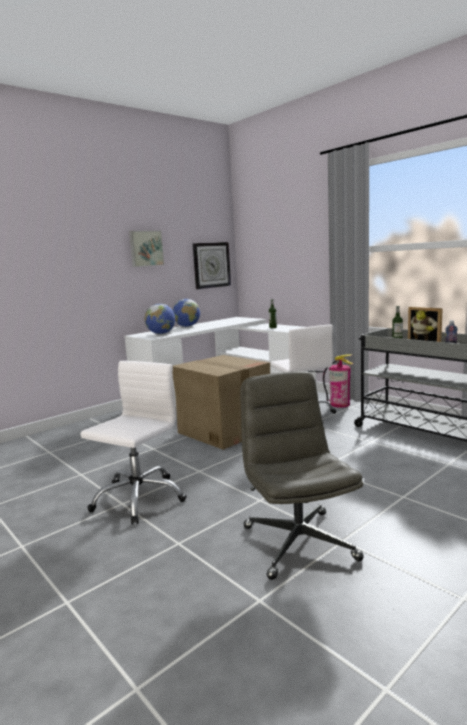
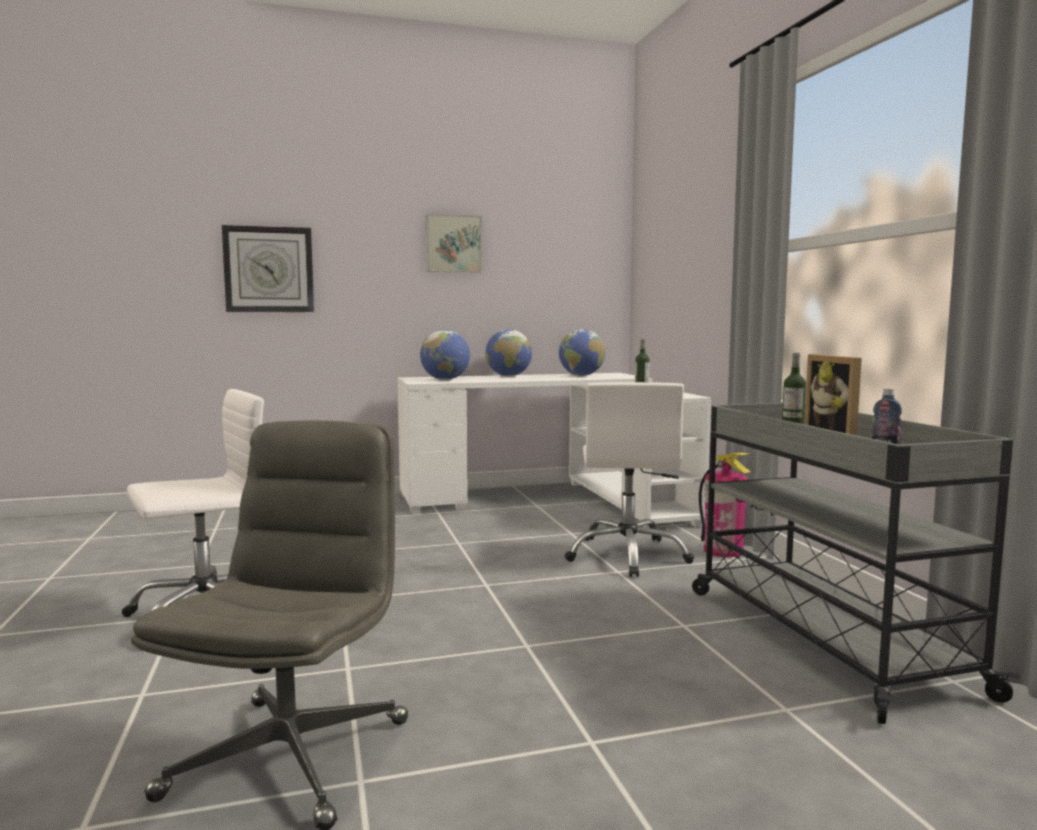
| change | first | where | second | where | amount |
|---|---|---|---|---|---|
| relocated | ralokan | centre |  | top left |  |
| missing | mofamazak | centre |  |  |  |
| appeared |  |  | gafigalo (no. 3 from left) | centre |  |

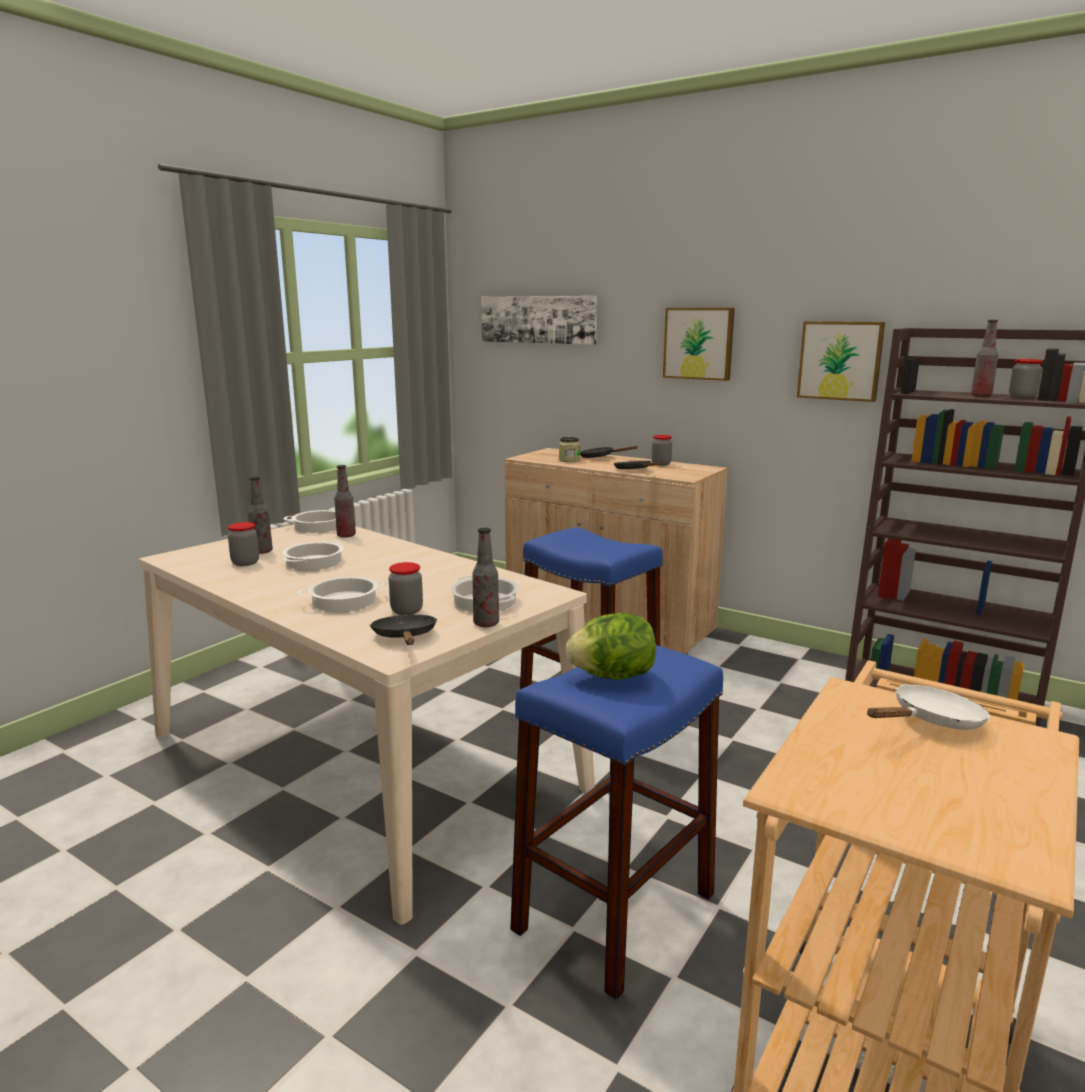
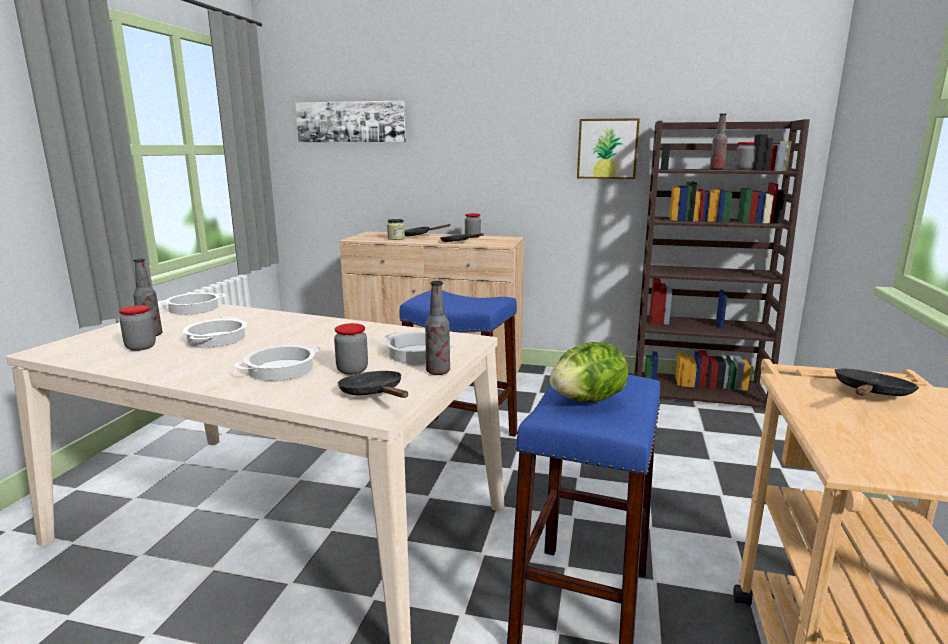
| change | first | where | second | where | amount |
|---|---|---|---|---|---|
| missing | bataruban (no. 2 from left) | top centre |  |  |  |
| missing | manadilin (no. 2 from left) | middle left |  |  |  |
| colour | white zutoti | middle right | black zutoti (no. 4 from left) | middle right |  |

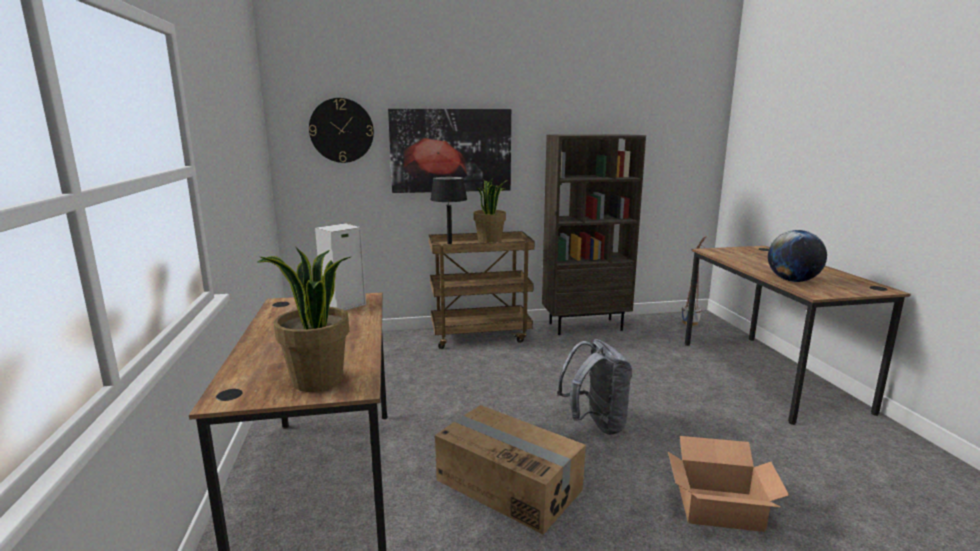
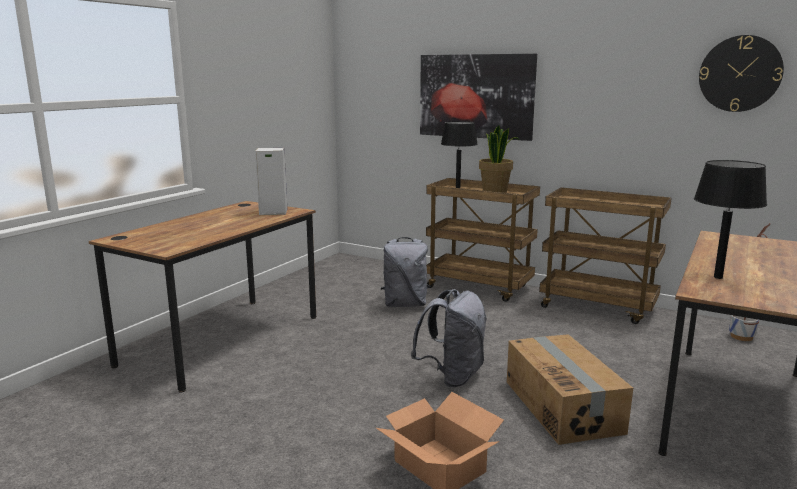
| change | first | where | second | where | amount |
|---|---|---|---|---|---|
| relocated | ralokan | top centre |  | top right |  |
| exchanged | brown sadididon | centre | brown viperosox (no. 2 from left) | middle right |  |
| exchanged | gafigalo | middle right | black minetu (no. 2 from left) | middle right |  |
| missing | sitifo (no. 1 from left) | middle left |  |  |  |
| relocated | mofamazak (no. 1 from left in the first image) | bottom centre | mofamazak (no. 2 from left) | bottom right |  |
| appeared |  |  | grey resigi (no. 1 from left) | centre |  |

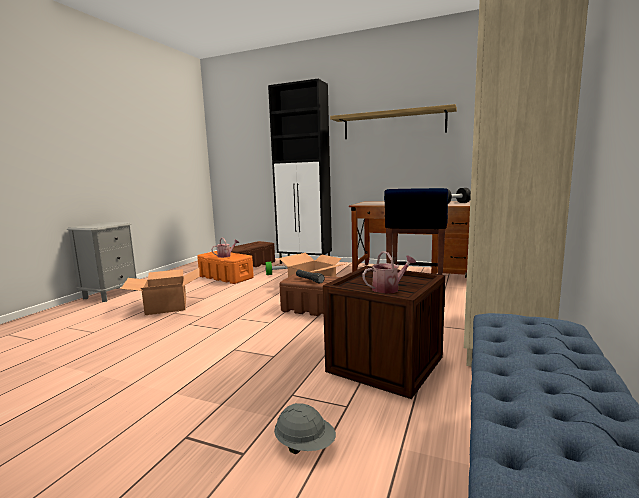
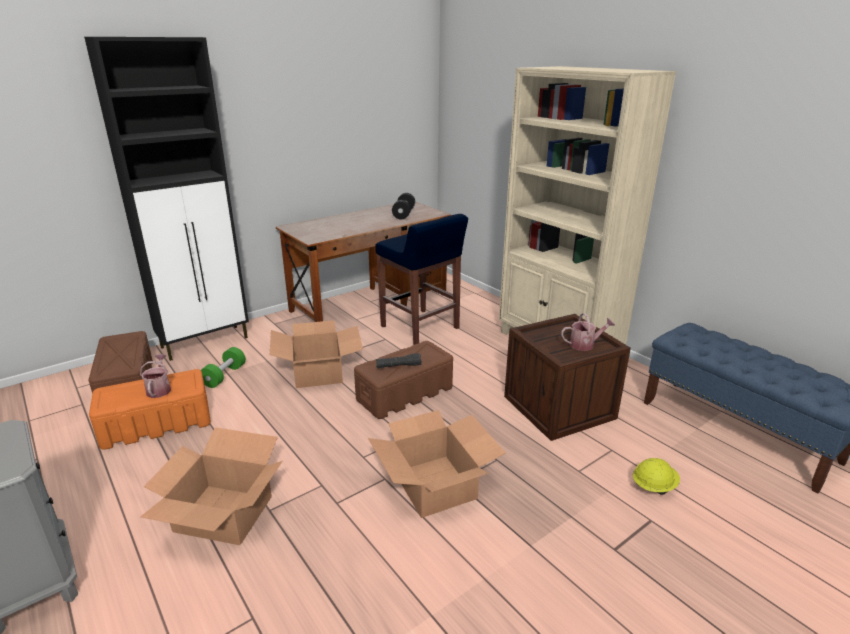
| change | first | where | second | where | amount |
|---|---|---|---|---|---|
| missing | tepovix | top centre |  |  |  |
| spun | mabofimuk (no. 2 from left) | centre |  | middle right | 75 degrees clockwise |
| colour | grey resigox | bottom centre | yellow resigox | bottom right |  |
| appeared |  |  | mofamazak (no. 3 from left) | bottom centre |  |

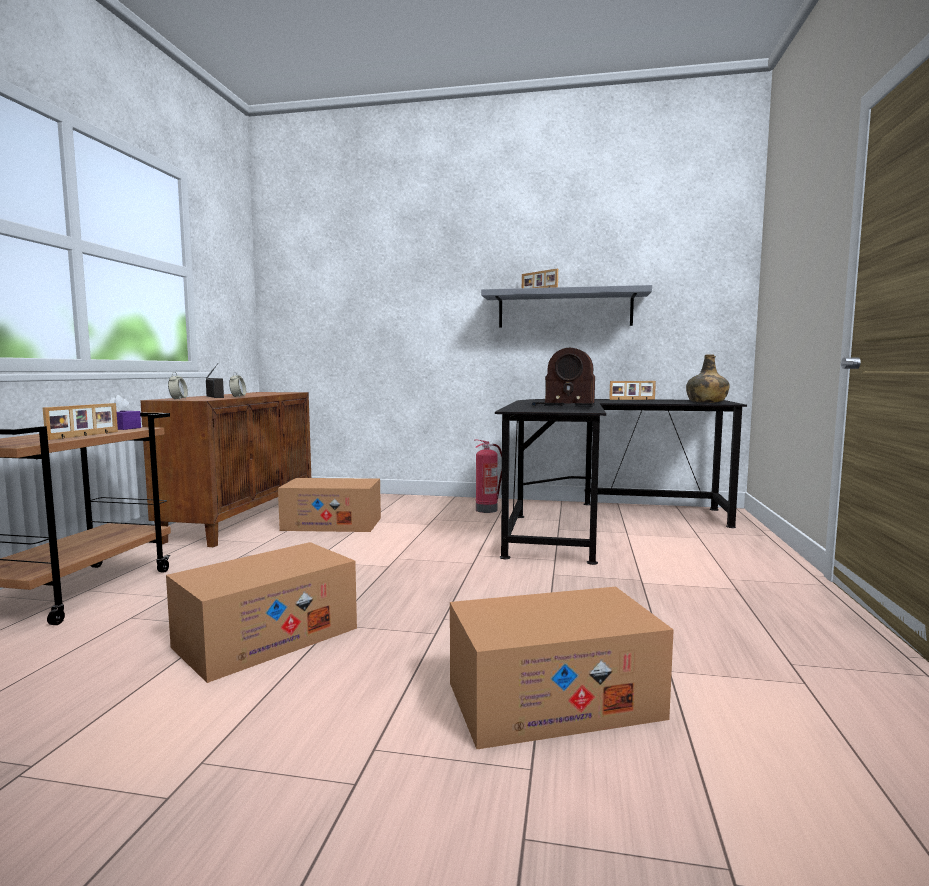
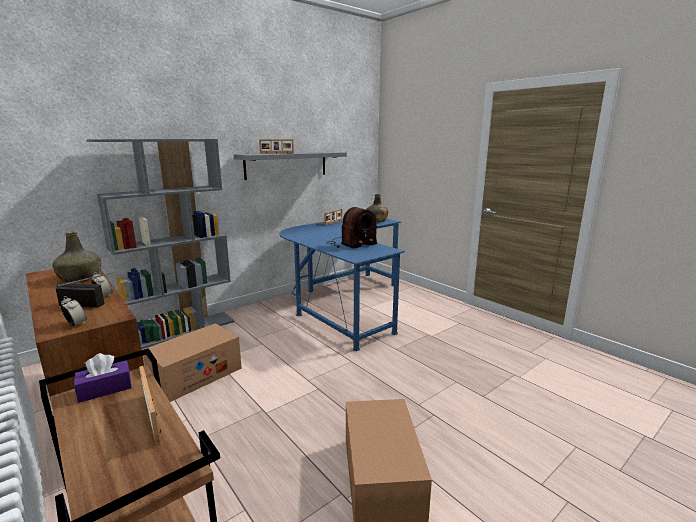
| change | first | where | second | where | amount |
|---|---|---|---|---|---|
| colour | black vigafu | middle right | blue vigafu | centre |  |
| missing | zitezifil | centre |  |  |  |
| missing | mofamazak (no. 3 from left) | bottom centre |  |  |  |
| appeared |  |  | grey sadididon | middle left |  |
| appeared |  |  | green manadilin (no. 1 from left) | middle left |  |

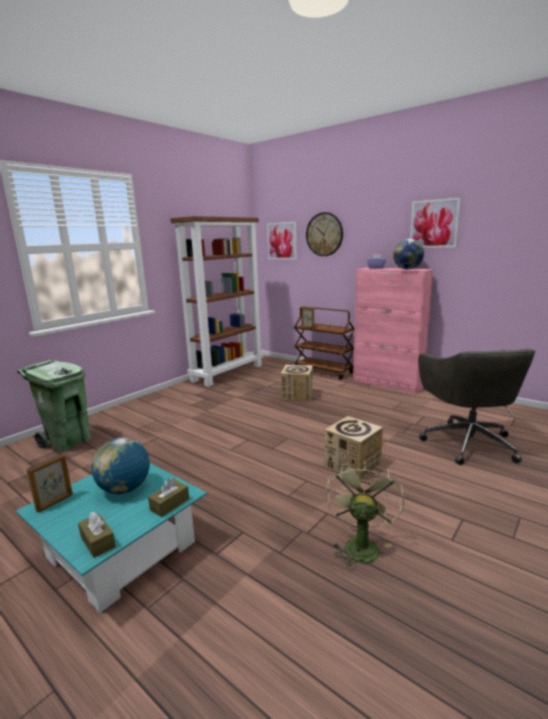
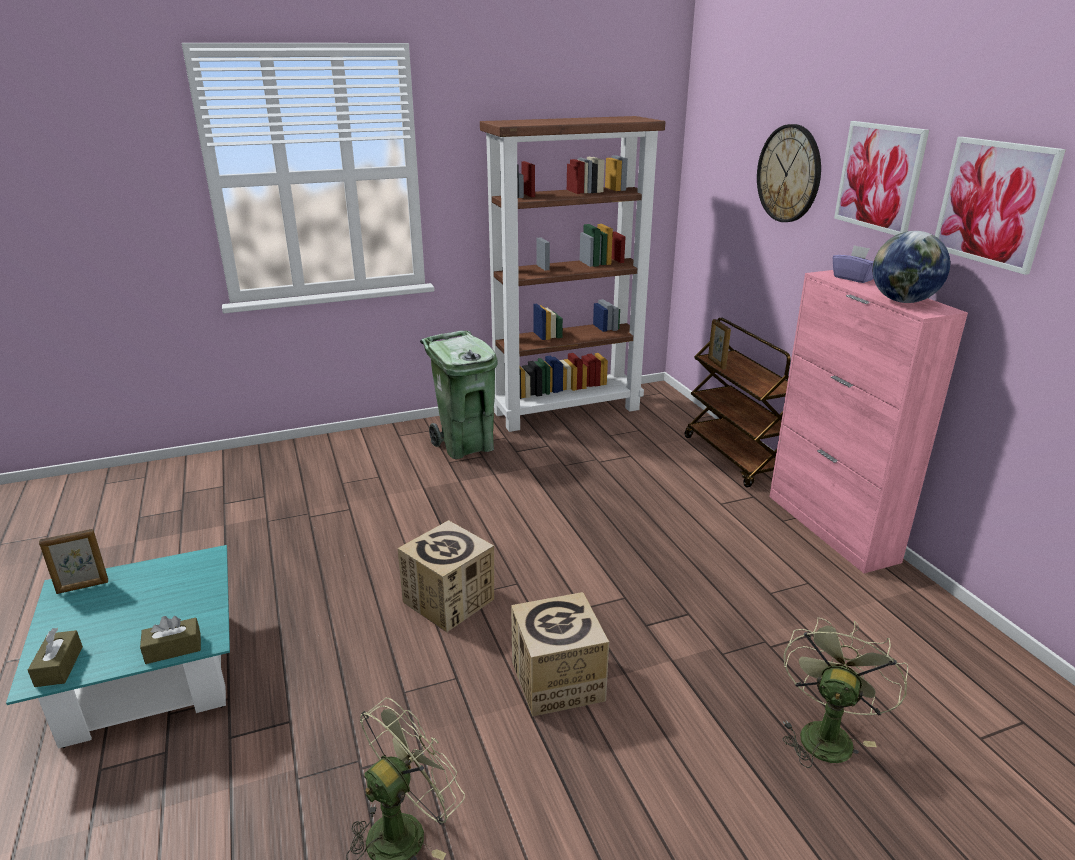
| change | first | where | second | where | amount |
|---|---|---|---|---|---|
| relocated | bataruban (no. 1 from left) | centre |  | top right |  |
| exchanged | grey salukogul | middle right | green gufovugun (no. 2 from left) | bottom right |  |
| relocated | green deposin | middle left |  | centre |  |
| relocated | mofamazak (no. 1 from left) | centre |  | bottom centre |  |
| missing | gafigalo (no. 1 from left) | middle left |  |  |  |

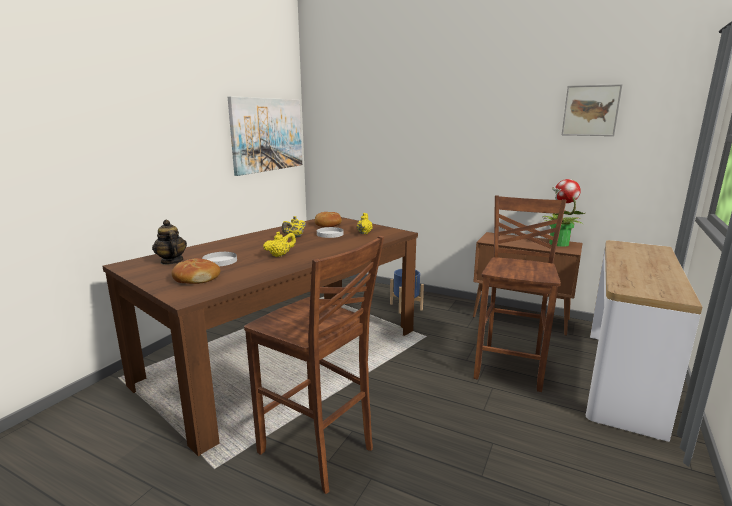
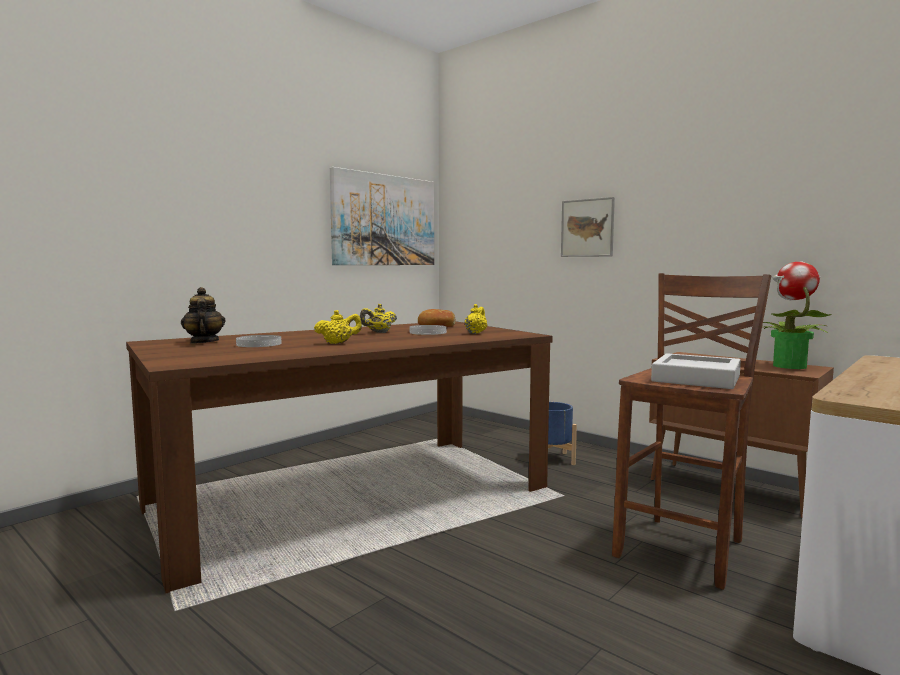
| change | first | where | second | where | amount |
|---|---|---|---|---|---|
| relocated | bataruban (no. 2 from left) | top right |  | centre |  |
| missing | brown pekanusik (no. 1 from left) | bottom centre |  |  |  |
| missing | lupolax (no. 1 from left) | middle left |  |  |  |
| appeared |  |  | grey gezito | middle right |  |

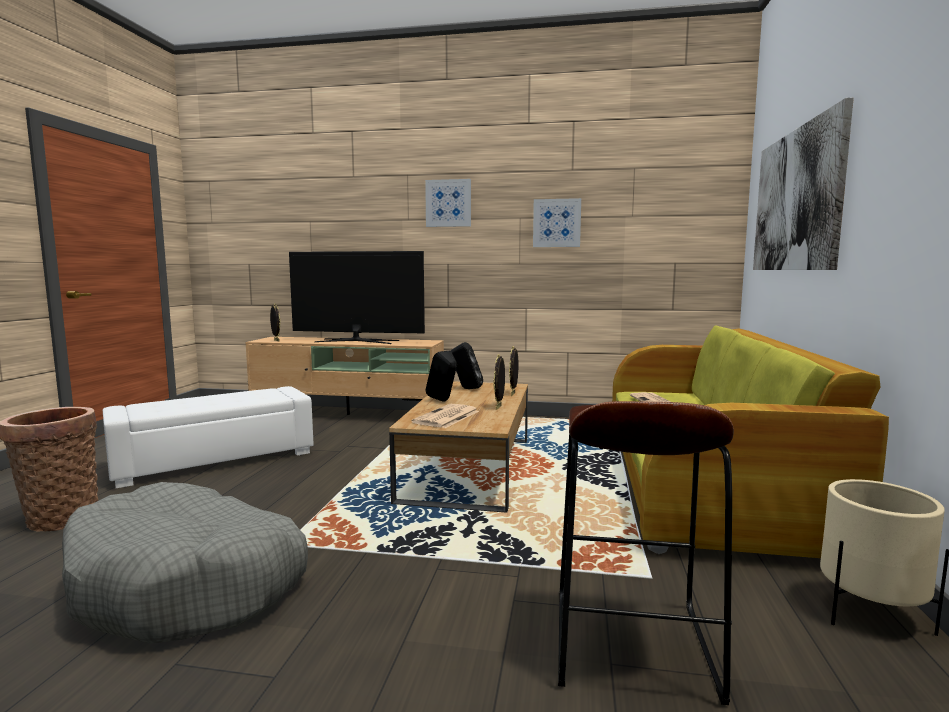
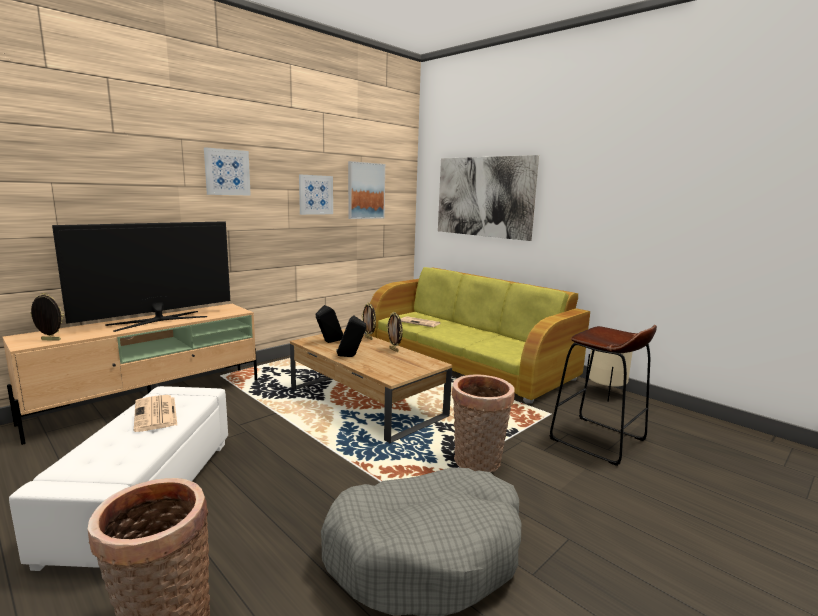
| change | first | where | second | where | amount |
|---|---|---|---|---|---|
| relocated | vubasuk (no. 1 from left) | centre |  | bottom left |  |
| appeared |  |  | bataruban (no. 3 from left) | top centre |  |
| appeared |  |  | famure (no. 2 from left) | bottom centre |  |

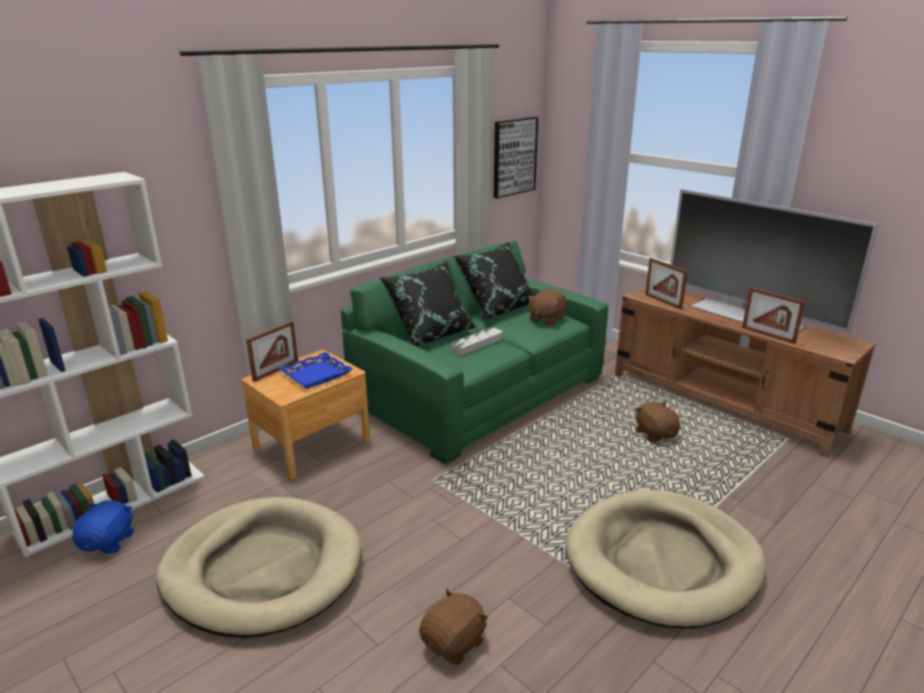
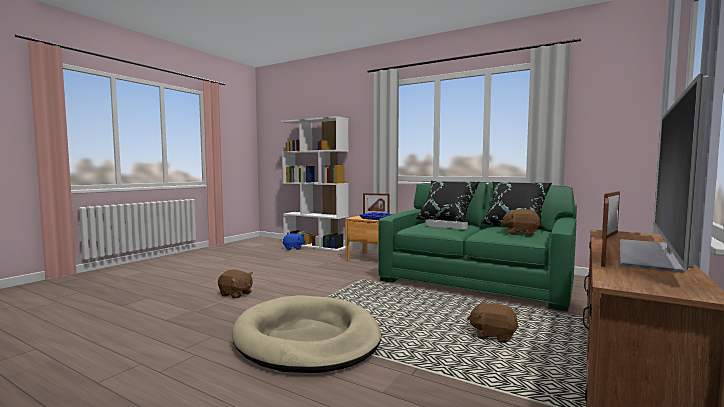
| change | first | where | second | where | amount |
|---|---|---|---|---|---|
| missing | bataruban | top centre |  |  |  |
| spun | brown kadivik (no. 3 from left in the first image) | middle right | brown kadivik (no. 2 from left) | bottom right | 120 degrees counterclockwise |
| missing | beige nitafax (no. 1 from left) | bottom left |  |  |  |

